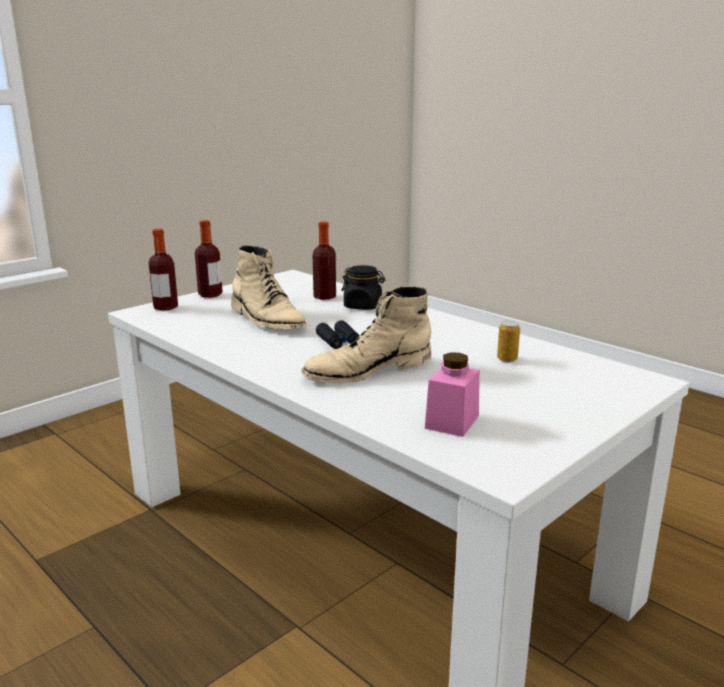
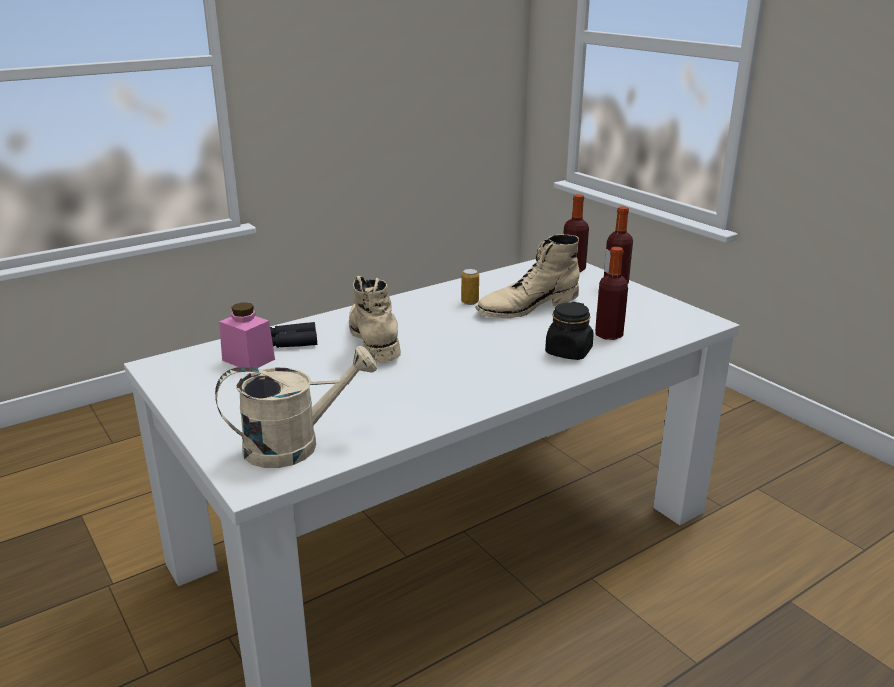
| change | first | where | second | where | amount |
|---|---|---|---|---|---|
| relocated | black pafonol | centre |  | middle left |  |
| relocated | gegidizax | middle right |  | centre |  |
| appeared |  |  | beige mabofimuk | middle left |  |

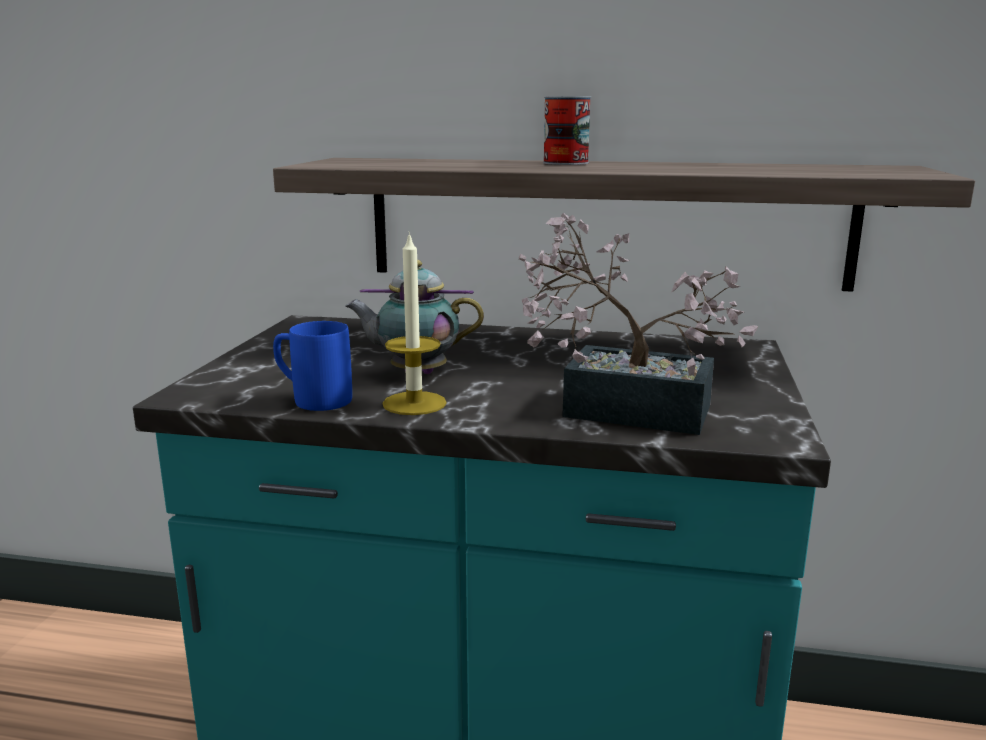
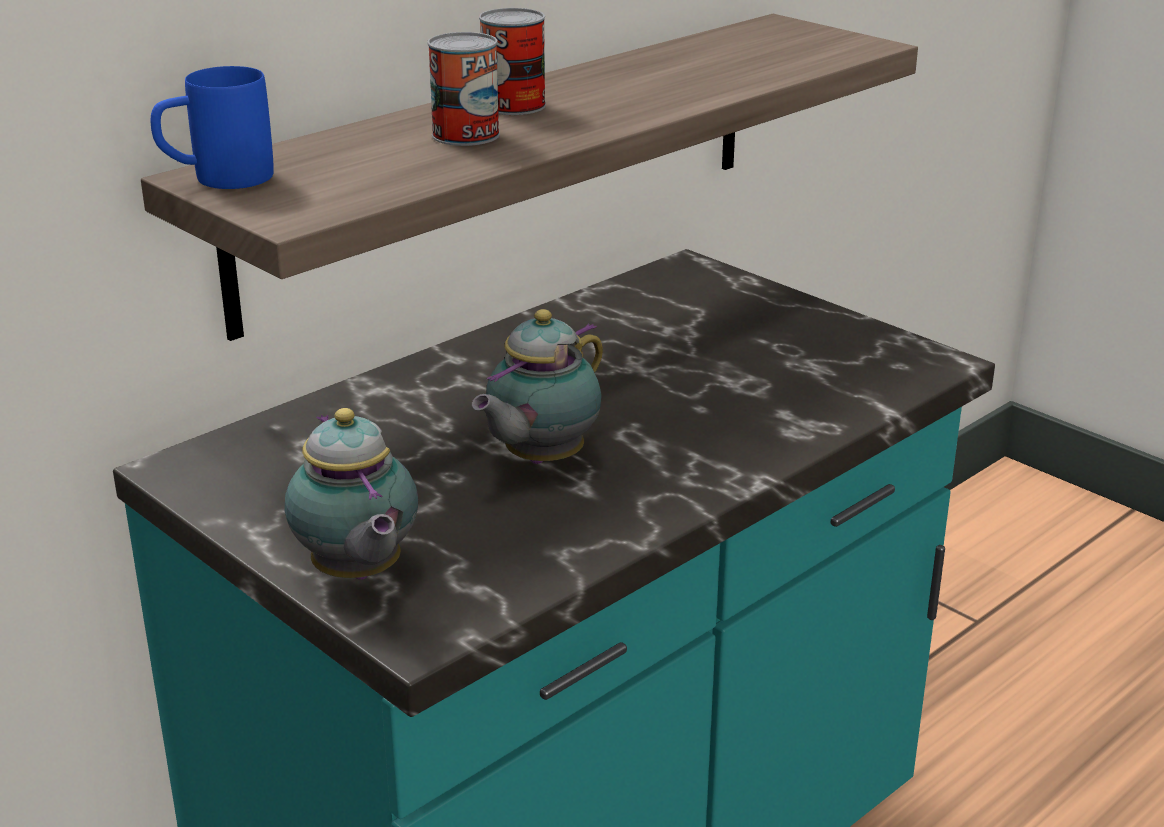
| change | first | where | second | where | amount |
|---|---|---|---|---|---|
| missing | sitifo | centre |  |  |  |
| missing | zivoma | centre |  |  |  |
| relocated | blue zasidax | middle left |  | top left |  |
| appeared |  |  | gegidizax (no. 1 from left) | top centre |  |
| appeared |  |  | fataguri (no. 1 from left) | middle left |  |

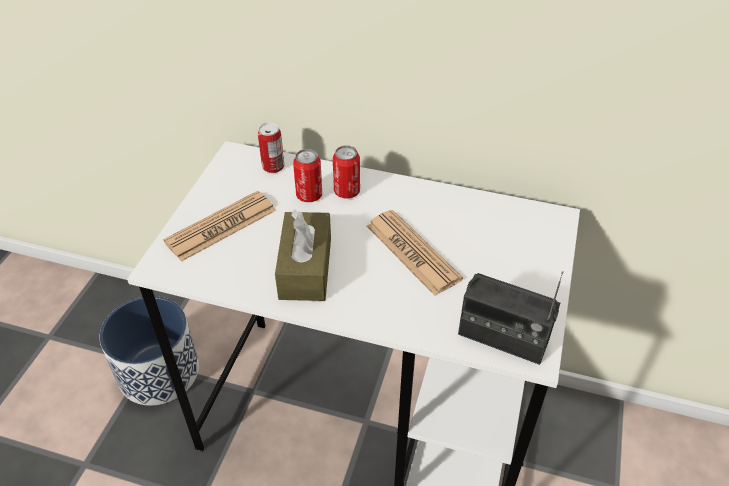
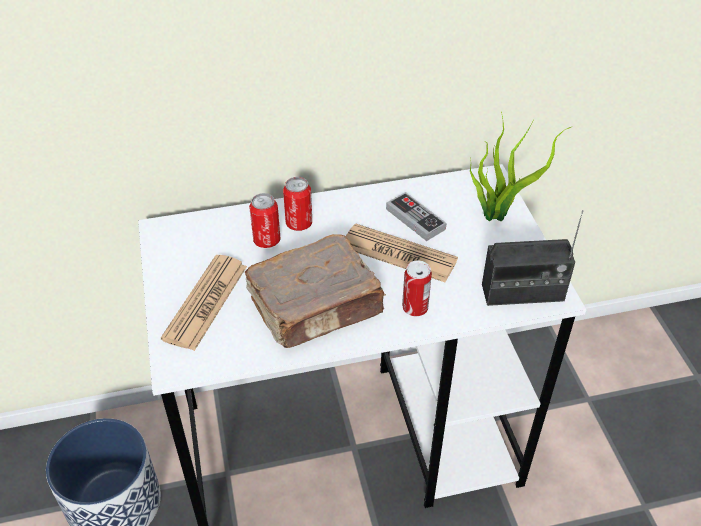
| change | first | where | second | where | amount |
|---|---|---|---|---|---|
| relocated | gegidizax (no. 1 from left in the first image) | top centre | gegidizax (no. 3 from left) | centre |  |
| exchanged | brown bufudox | centre | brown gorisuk | centre |  |
| appeared |  |  | sitifo | top right |  |
| appeared |  |  | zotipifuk | centre |  |

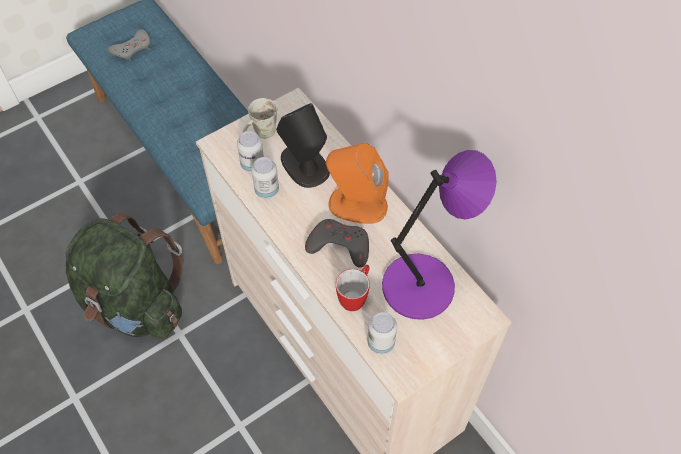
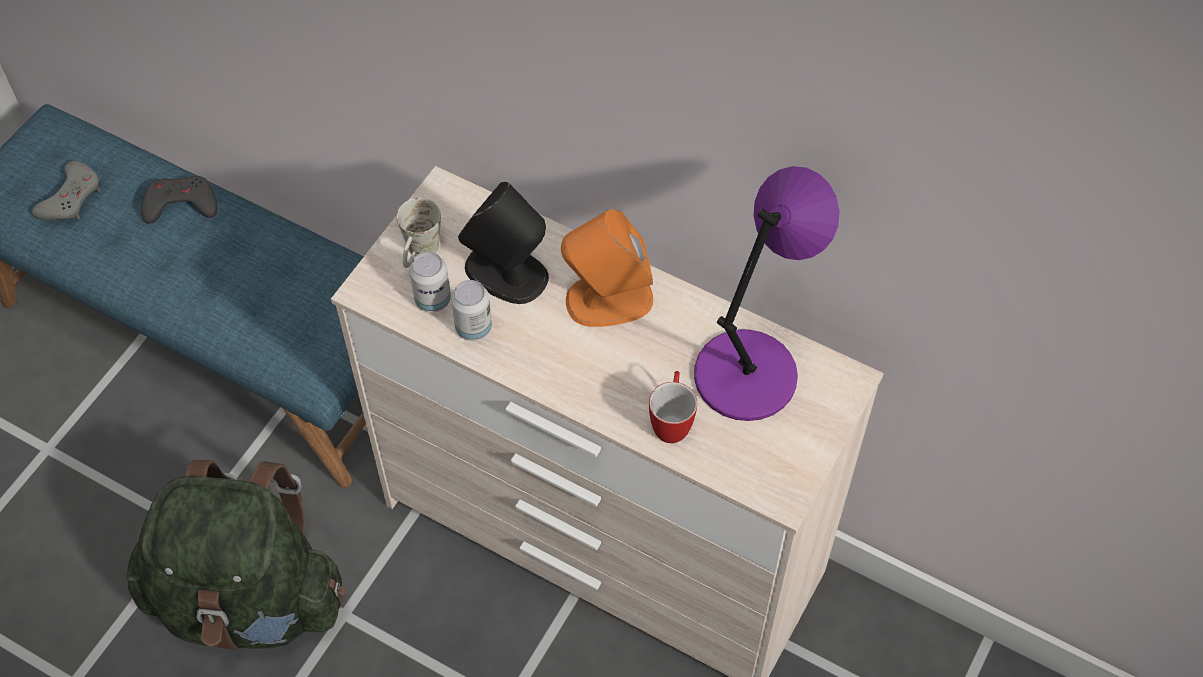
| change | first | where | second | where | amount |
|---|---|---|---|---|---|
| relocated | grey zotipifuk (no. 2 from left) | centre |  | top left |  |
| missing | gegidizax (no. 3 from left) | bottom centre |  |  |  |

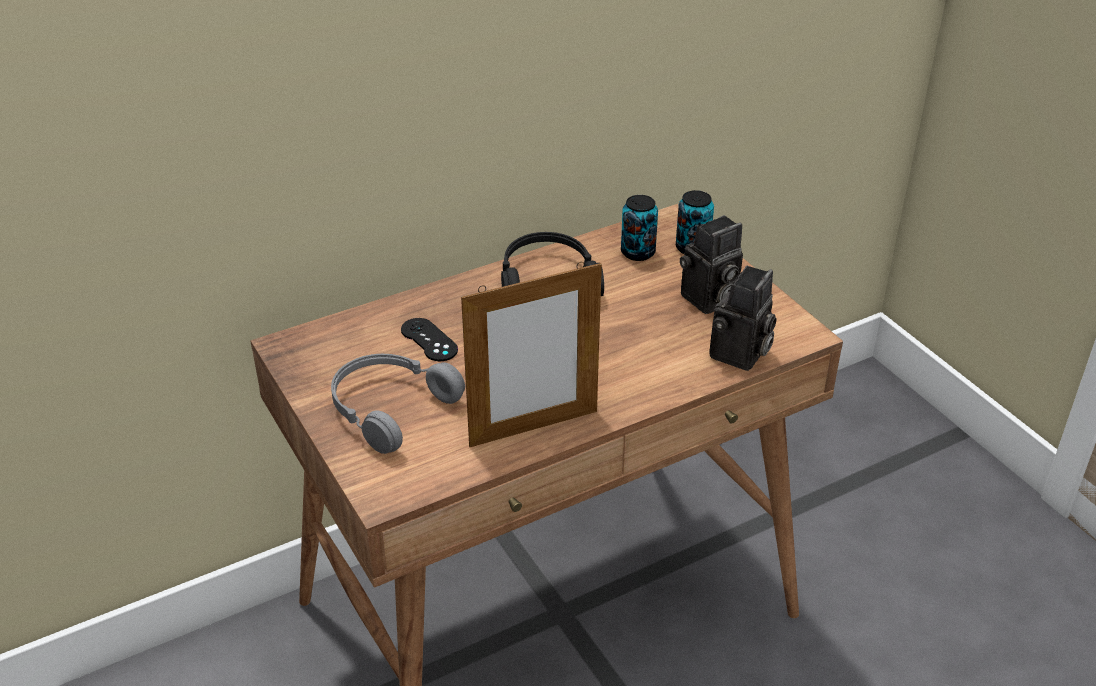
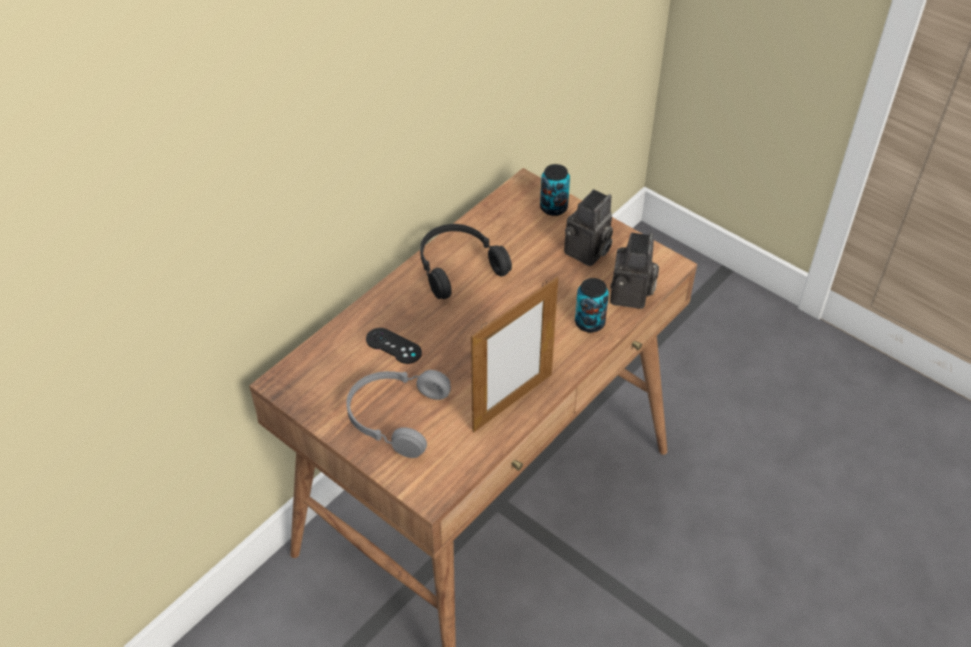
| change | first | where | second | where | amount |
|---|---|---|---|---|---|
| relocated | gegidizax (no. 1 from left in the first image) | top centre | gegidizax (no. 2 from left) | centre |  |

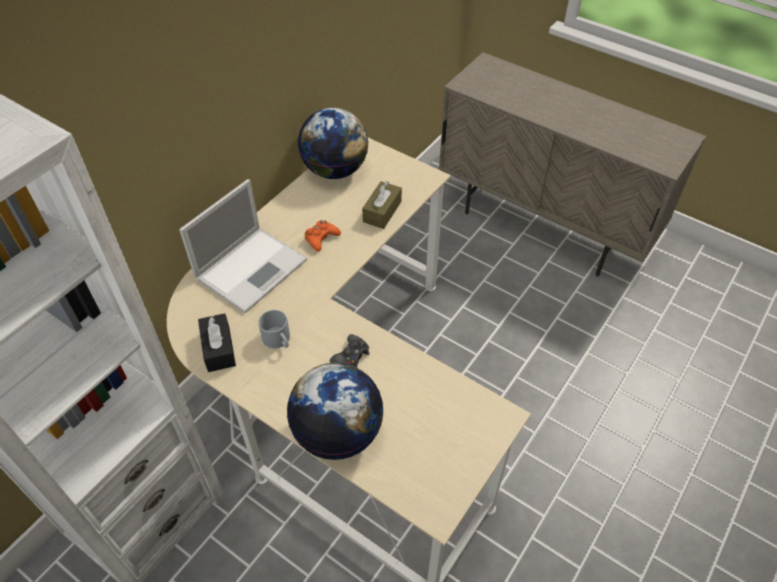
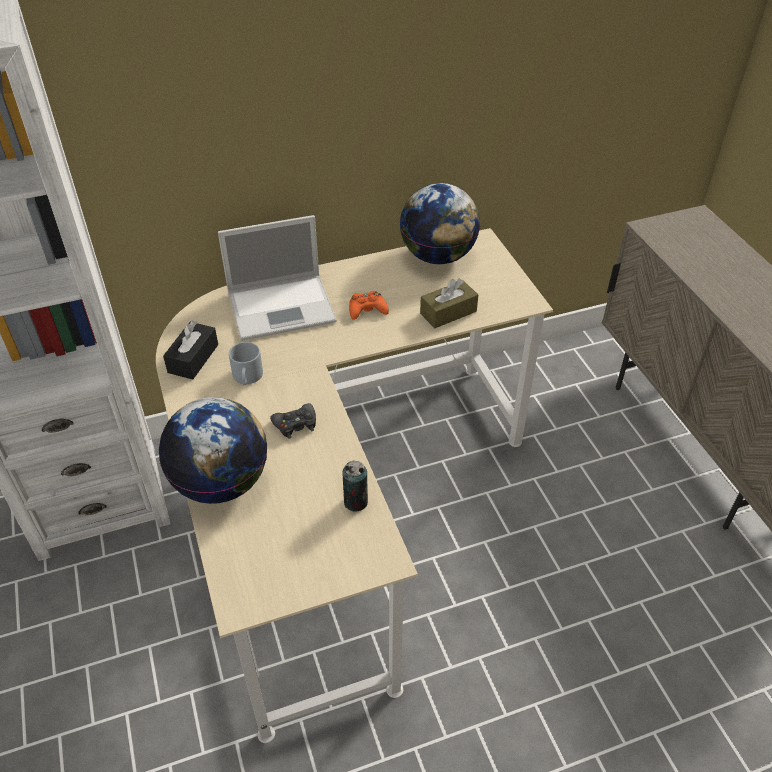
| change | first | where | second | where | amount |
|---|---|---|---|---|---|
| appeared |  |  | gegidizax | centre |  |

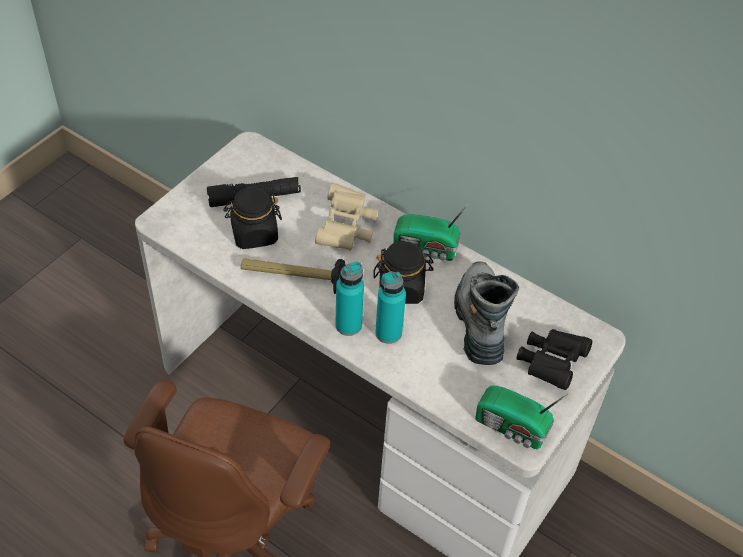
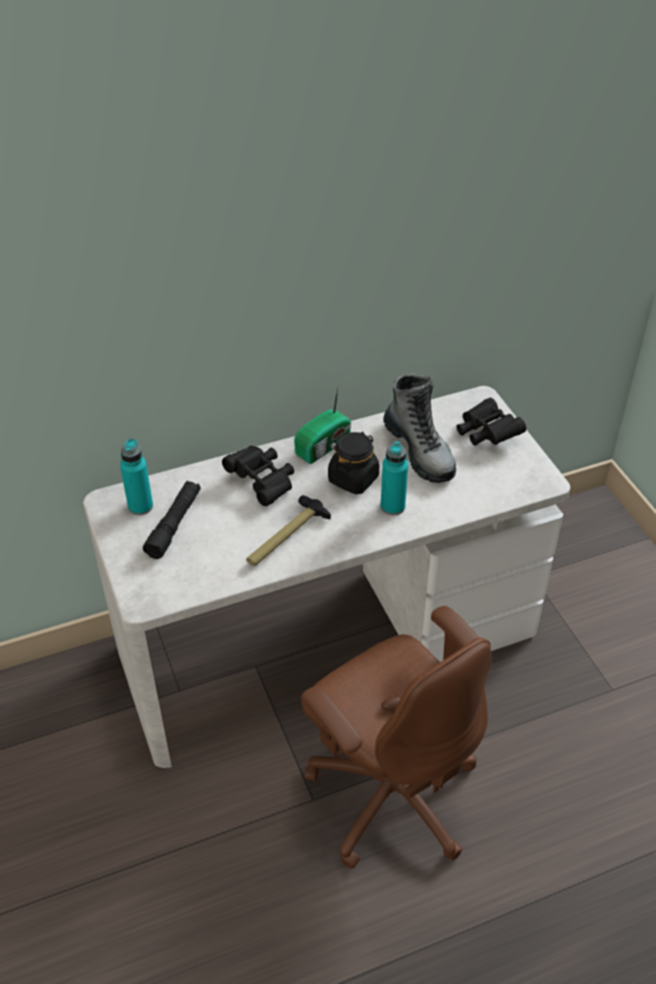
| change | first | where | second | where | amount |
|---|---|---|---|---|---|
| colour | beige pafonol | centre | black pafonol (no. 1 from left) | centre |  |
| missing | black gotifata (no. 1 from left) | centre |  |  |  |
| spun | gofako | centre |  | centre | 150 degrees counterclockwise |
| relocated | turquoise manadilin (no. 1 from left) | centre |  | middle left |  |
| missing | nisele (no. 2 from left) | bottom right |  |  |  |

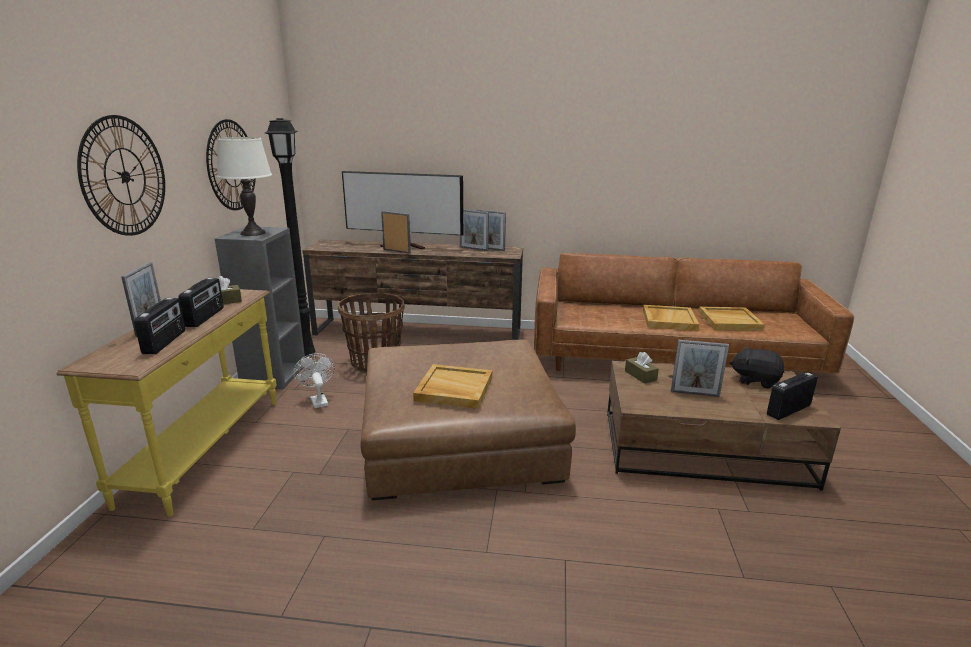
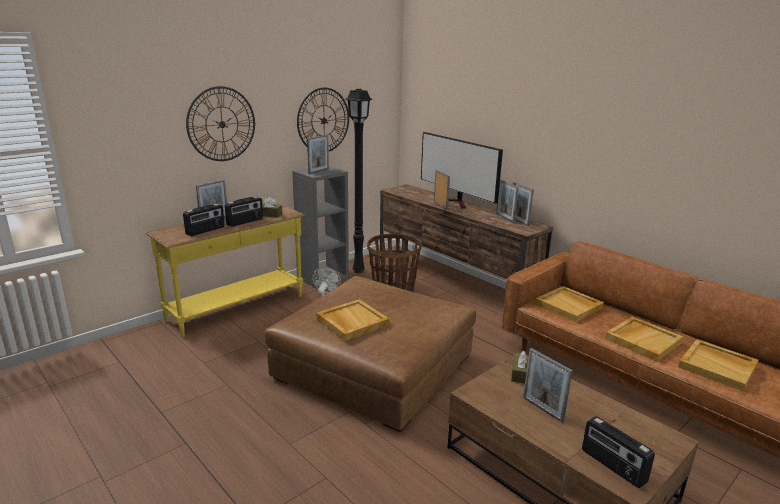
| change | first | where | second | where | amount |
|---|---|---|---|---|---|
| exchanged | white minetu | top left | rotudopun (no. 2 from left) | top centre |  |
| missing | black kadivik | middle right |  |  |  |
| spun | nisele (no. 3 from left) | middle right |  | bottom right | 135 degrees counterclockwise |
| appeared |  |  | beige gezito (no. 2 from left) | middle right |  |

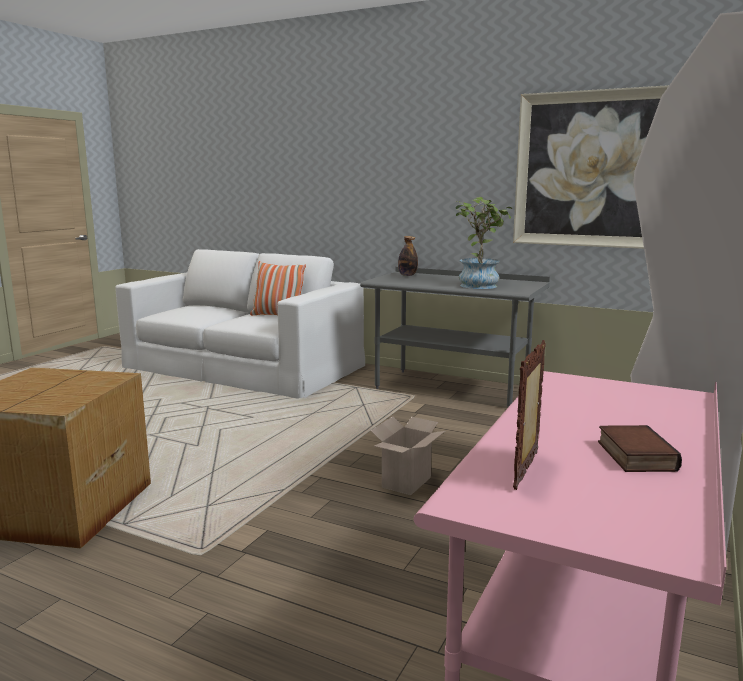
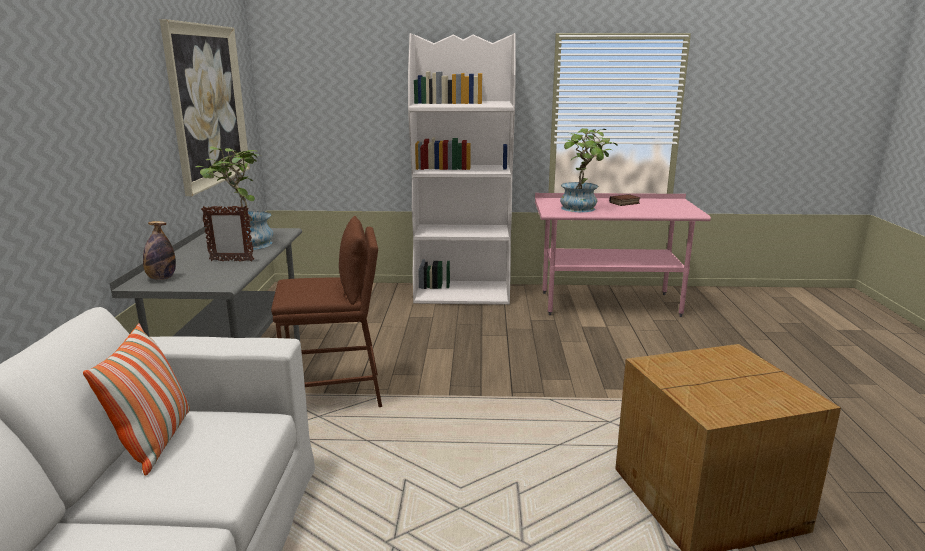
| change | first | where | second | where | amount |
|---|---|---|---|---|---|
| relocated | rotudopun | middle right |  | middle left |  |
| missing | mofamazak (no. 2 from left) | bottom centre |  |  |  |
| appeared |  |  | sitifo (no. 2 from left) | top centre |  |
| appeared |  |  | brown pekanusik | centre |  |

